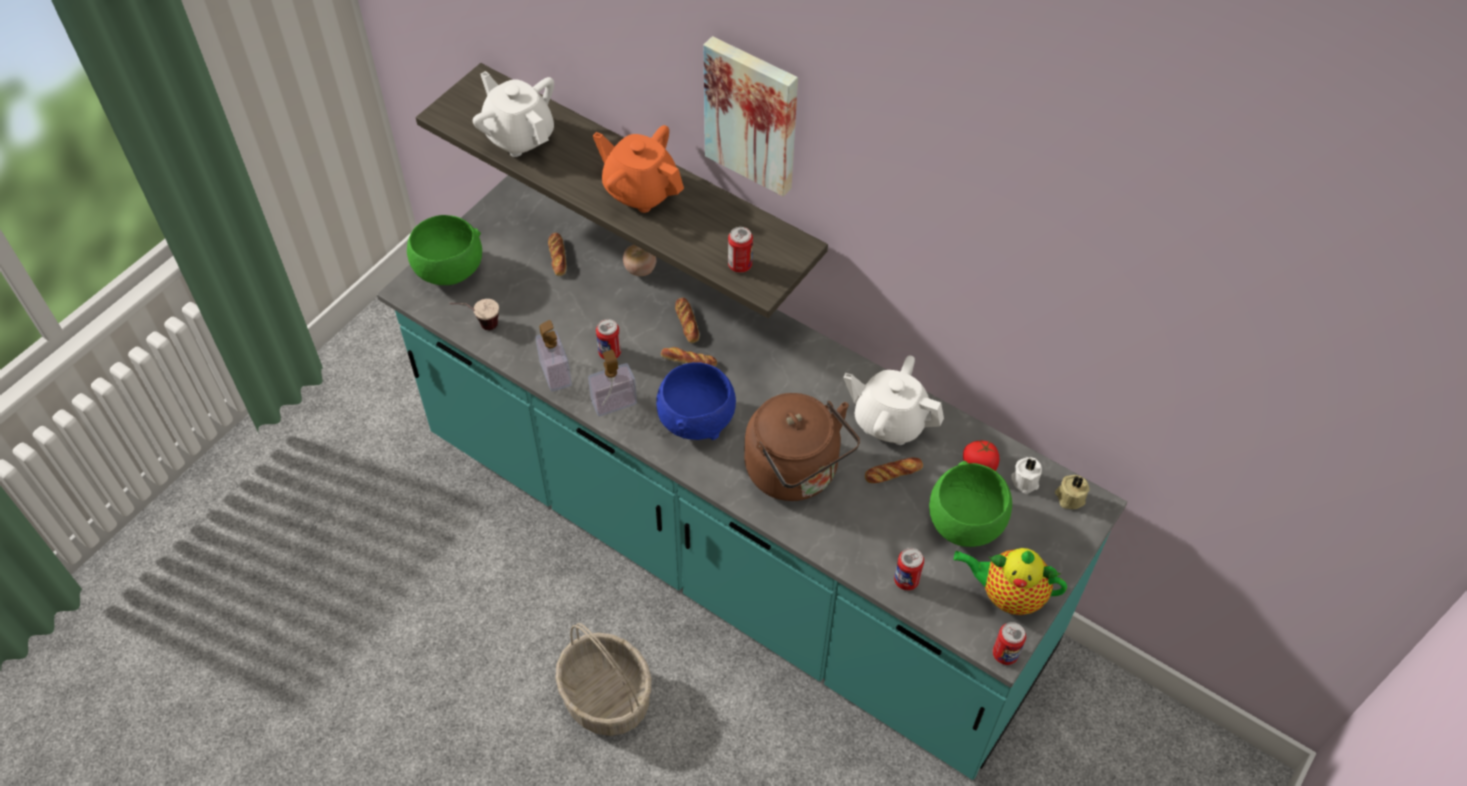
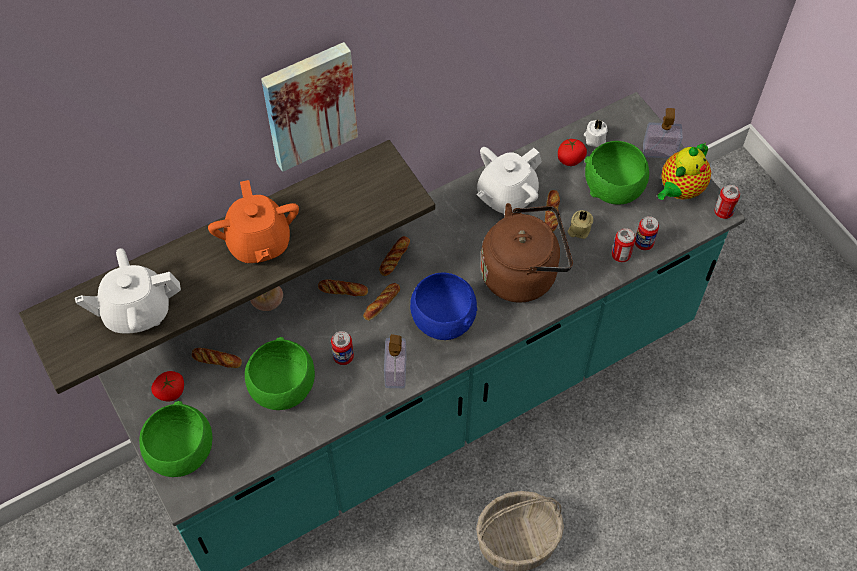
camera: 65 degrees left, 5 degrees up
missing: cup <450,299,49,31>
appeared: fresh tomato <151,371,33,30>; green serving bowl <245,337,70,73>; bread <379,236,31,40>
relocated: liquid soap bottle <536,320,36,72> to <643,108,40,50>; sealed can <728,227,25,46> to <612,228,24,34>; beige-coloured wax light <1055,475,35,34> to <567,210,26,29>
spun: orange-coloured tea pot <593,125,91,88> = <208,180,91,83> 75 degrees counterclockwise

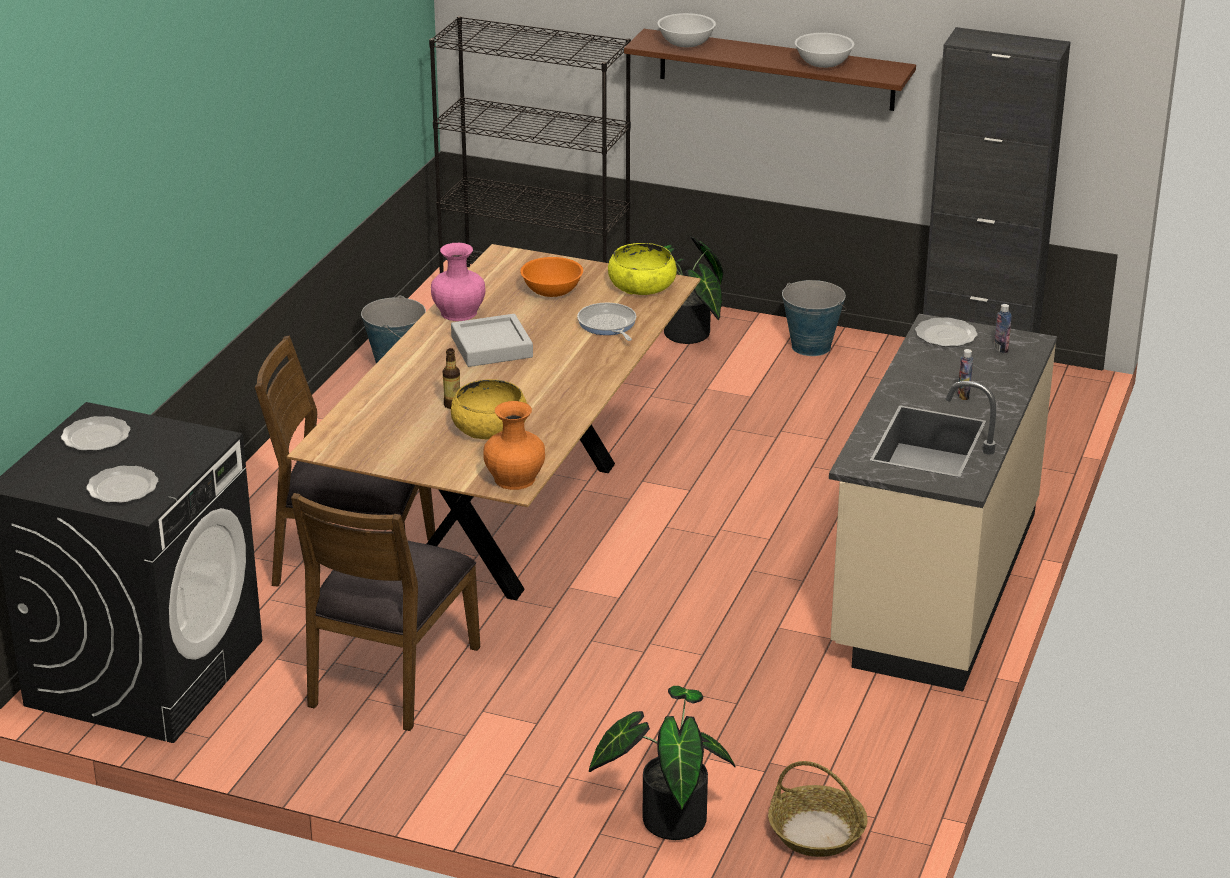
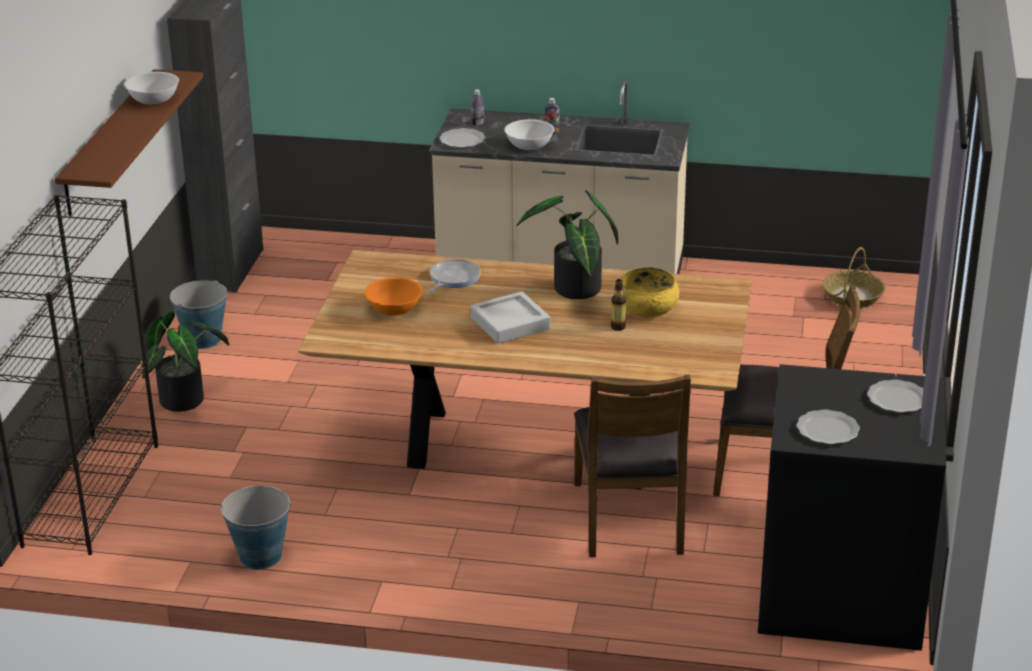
camera: 100 degrees left, 0 degrees up
missing: pink decorative vase <431,243,54,78>; orange-coloured decorative vase <483,401,62,89>; yellowish serving bowl <608,243,69,52>
relocated: plant in a pot <589,686,146,154> to <517,191,101,108>; white-coloured serving bowl <658,13,58,34> to <504,119,50,31>
spun: frying pan <577,303,59,38> = <428,259,53,34> 150 degrees clockwise

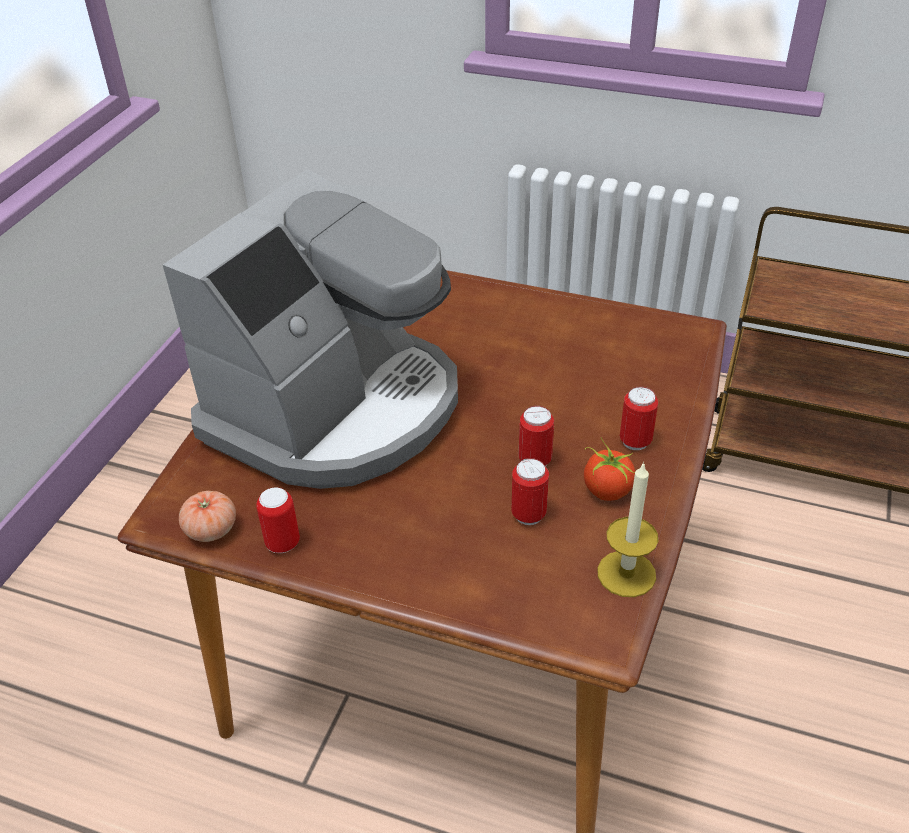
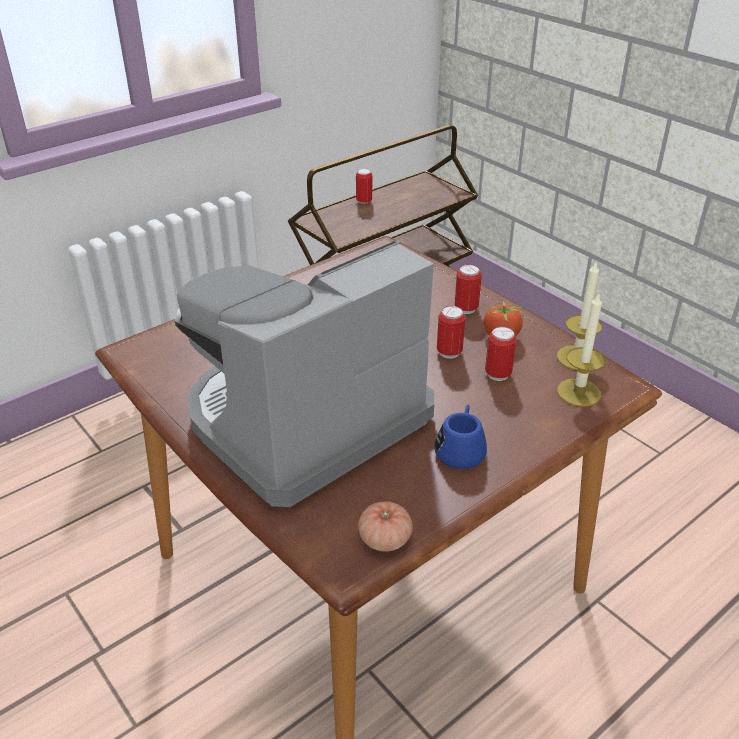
camera: 60 degrees left, 5 degrees down
appeared: bluish mug <435,405,52,64>; wax light <557,293,48,114>
relocated: sealed can <256,487,44,66> to <356,169,16,35>
spun: coffee maker <163,169,295,320> = <175,240,259,267> 105 degrees counterclockwise

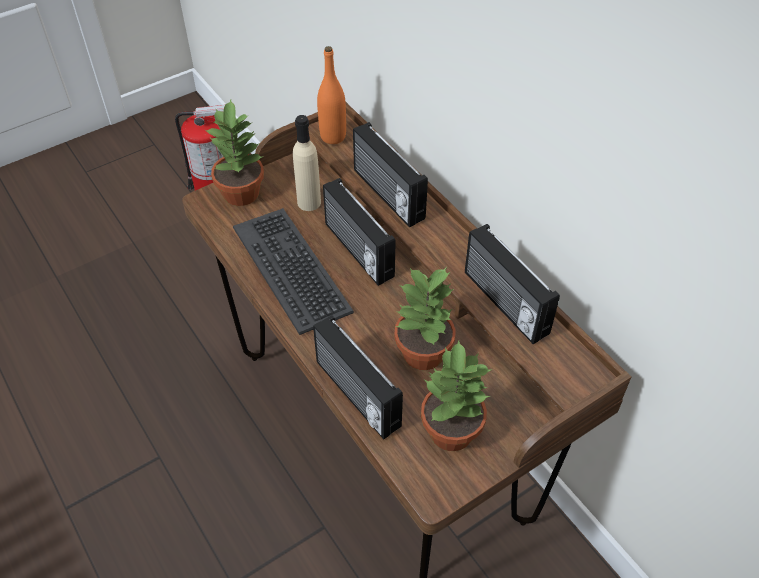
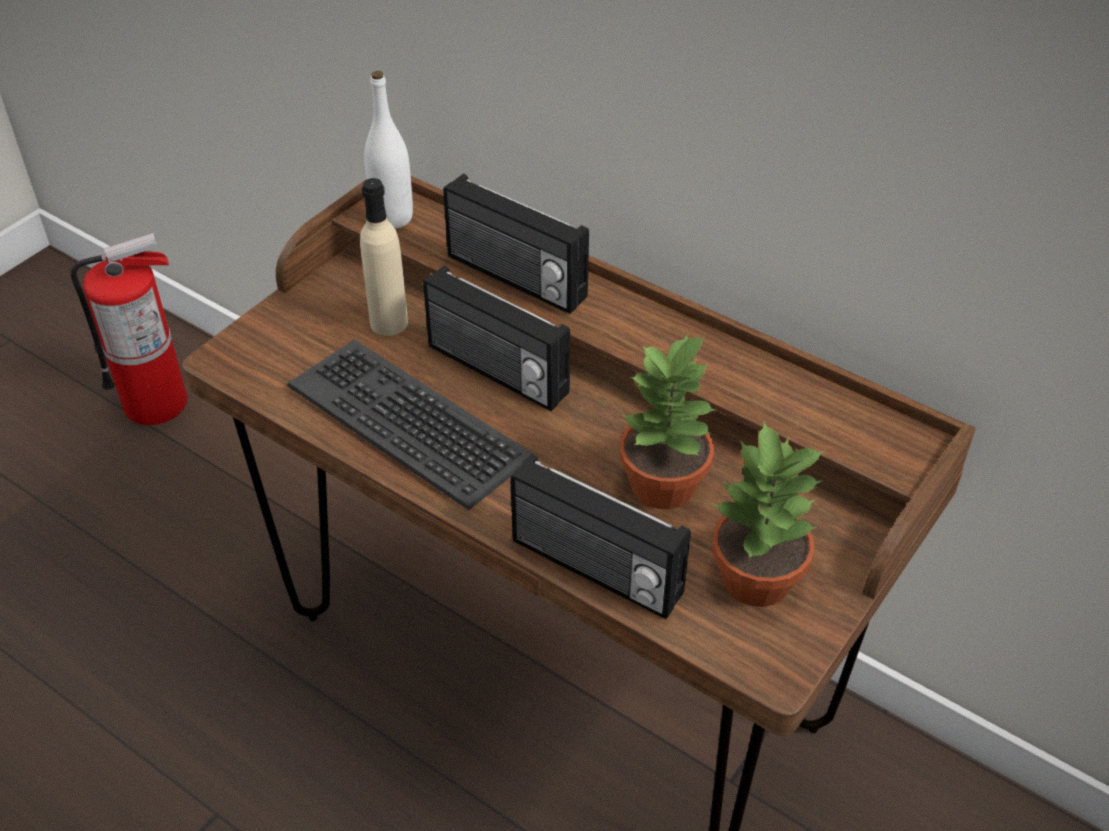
camera: 20 degrees left, 5 degrees down
missing: plant in a pot <205,99,59,107>; radio set <465,224,95,120>
colour: orange-coloured drink bottle <317,46,29,98> to white-coloured drink bottle <364,71,49,158>

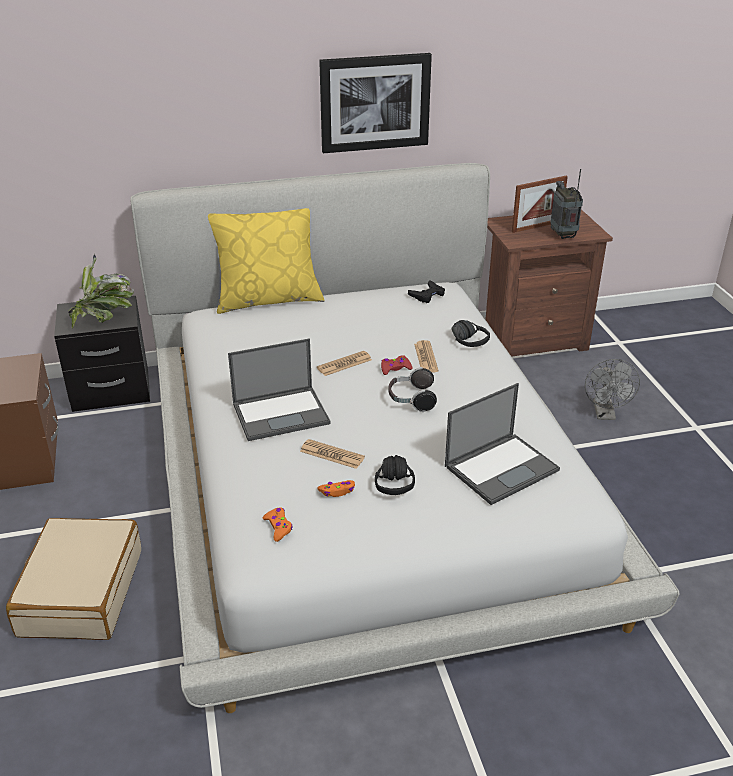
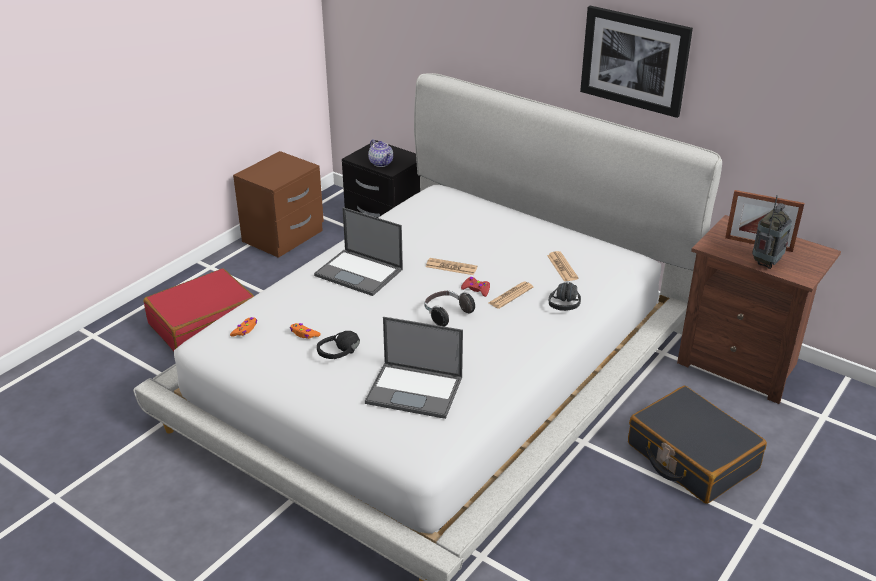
camera: 50 degrees right, 0 degrees up
missing: yellowish throw pillow <208,208,117,106>; black-coloured game controller <408,280,37,23>
relocated: daily paper <300,439,65,30> to <547,251,32,30>
exchanged: plant in a pot <68,254,66,75> to tea pot <368,139,25,28>; grey cooling fan <585,359,55,61> to black-coloured travel case <628,386,139,118>
colour: beige-coloured travel case <6,518,135,122> to reddish travel case <144,268,110,84>

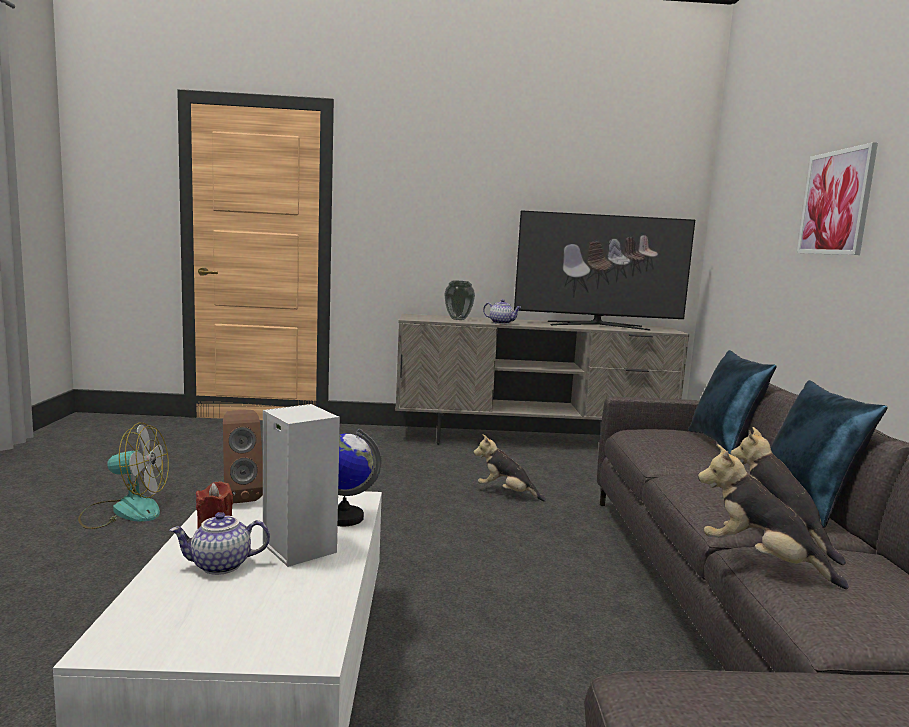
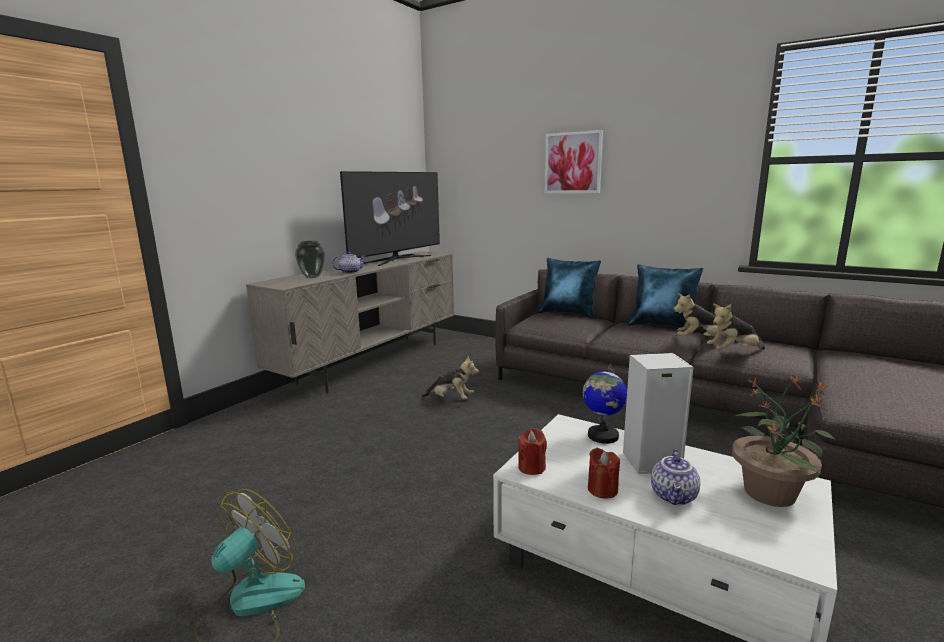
camera: 55 degrees left, 5 degrees up
appeared: plant in a pot <732,373,104,134>
exchanged: brown-coloured speaker <223,410,40,93> to reddish wax light <518,428,29,47>
spun: cuddly toy <473,434,73,67> = <421,356,58,43> 135 degrees counterclockwise

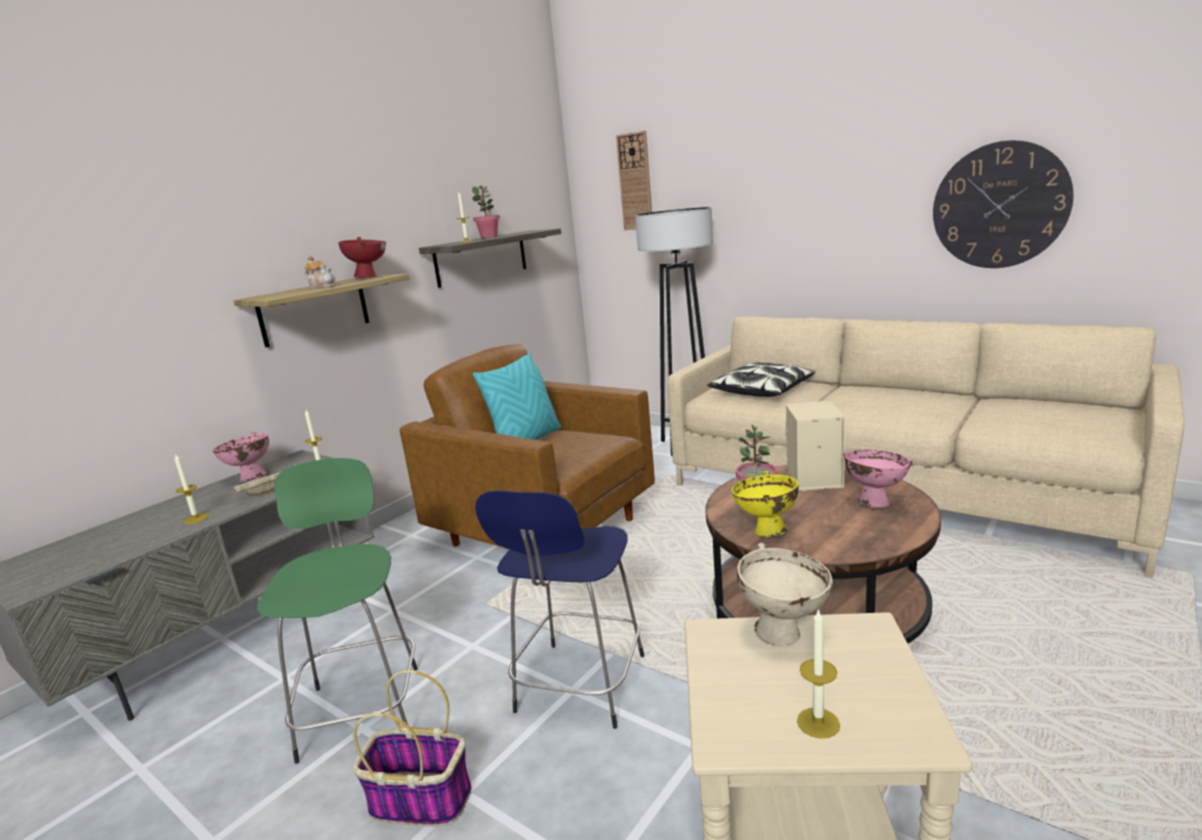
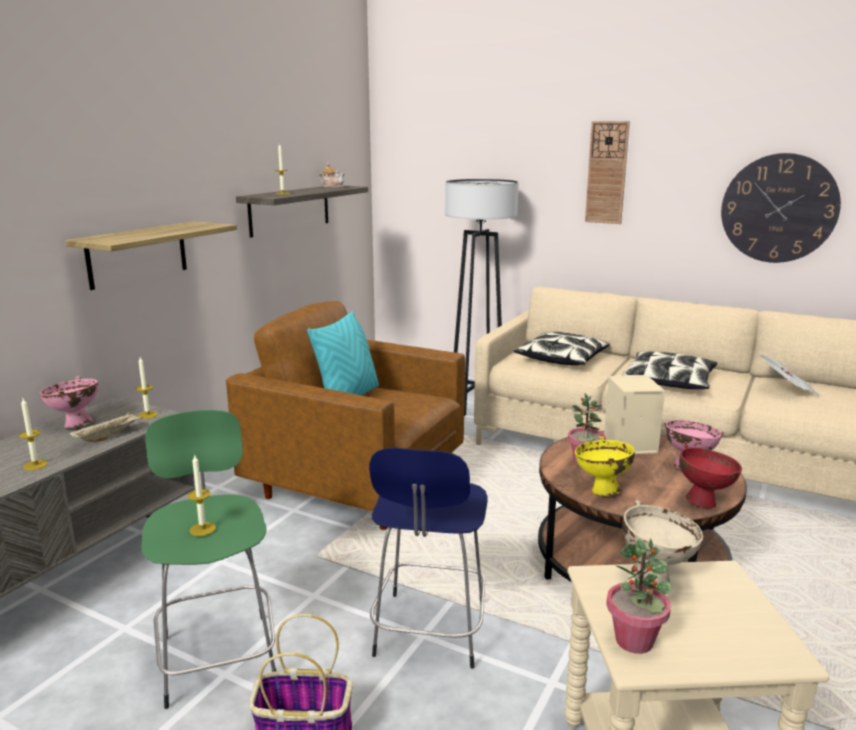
camera: 10 degrees left, 0 degrees up
appeared: throw pillow <622,351,95,38>; daily paper <758,354,63,42>
relocated: tea pot <304,255,32,34> to <319,163,26,25>; reddish serving bowl <338,237,48,41> to <679,444,63,64>; plant in a pot <472,186,28,53> to <606,538,66,116>; clock on the wall <616,131,36,99> to <585,121,45,103>; wax light <797,608,43,131> to <188,454,28,82>

